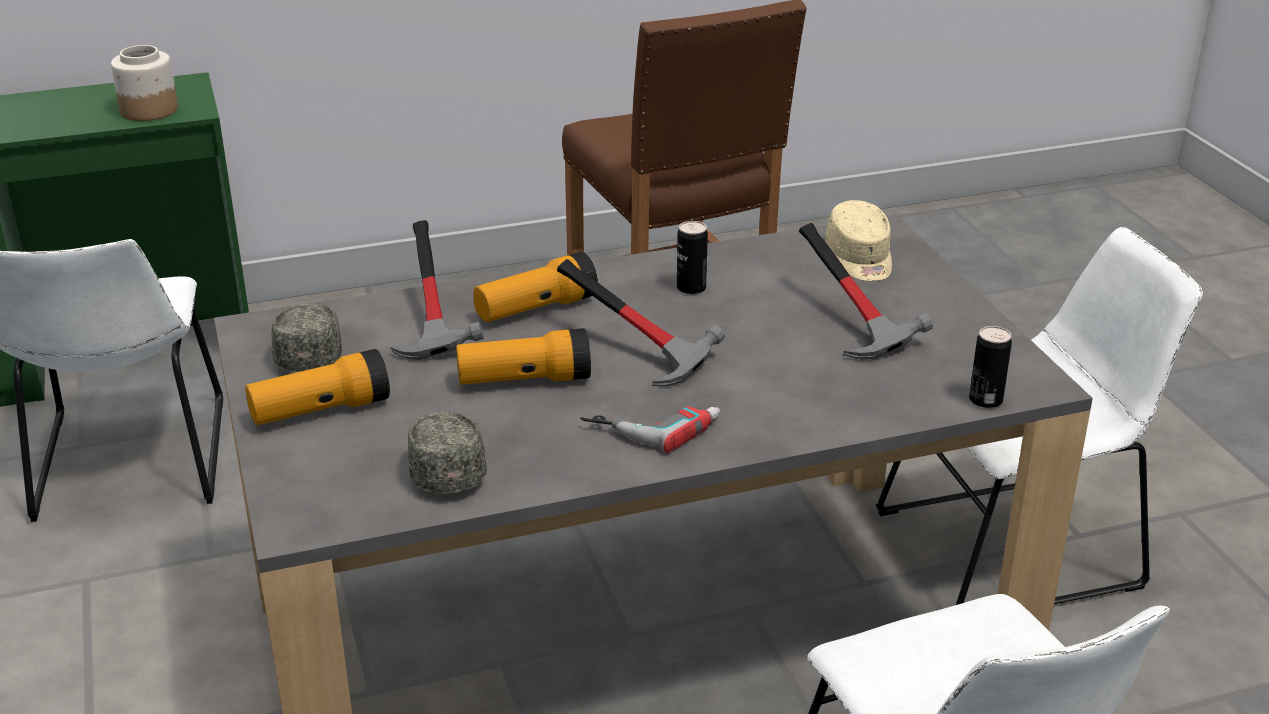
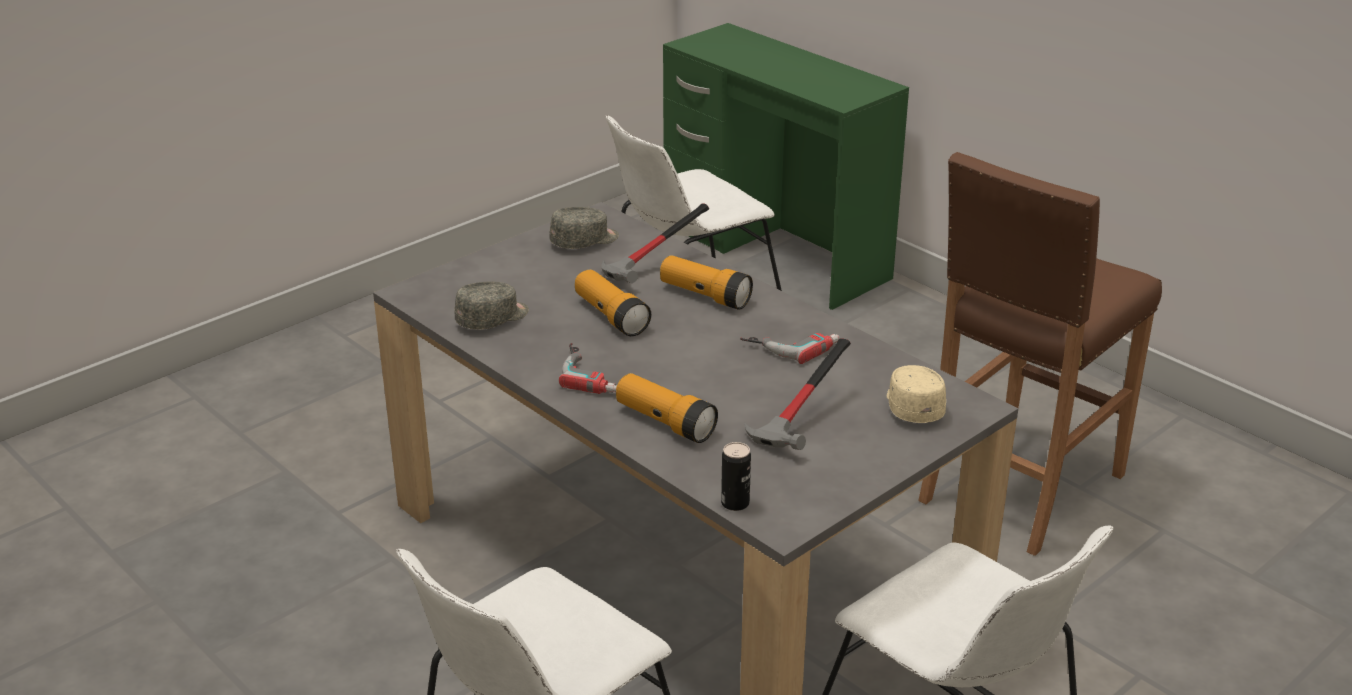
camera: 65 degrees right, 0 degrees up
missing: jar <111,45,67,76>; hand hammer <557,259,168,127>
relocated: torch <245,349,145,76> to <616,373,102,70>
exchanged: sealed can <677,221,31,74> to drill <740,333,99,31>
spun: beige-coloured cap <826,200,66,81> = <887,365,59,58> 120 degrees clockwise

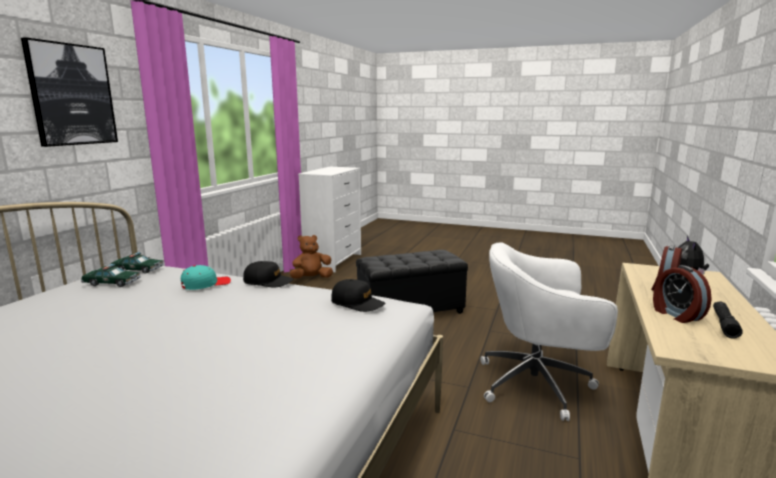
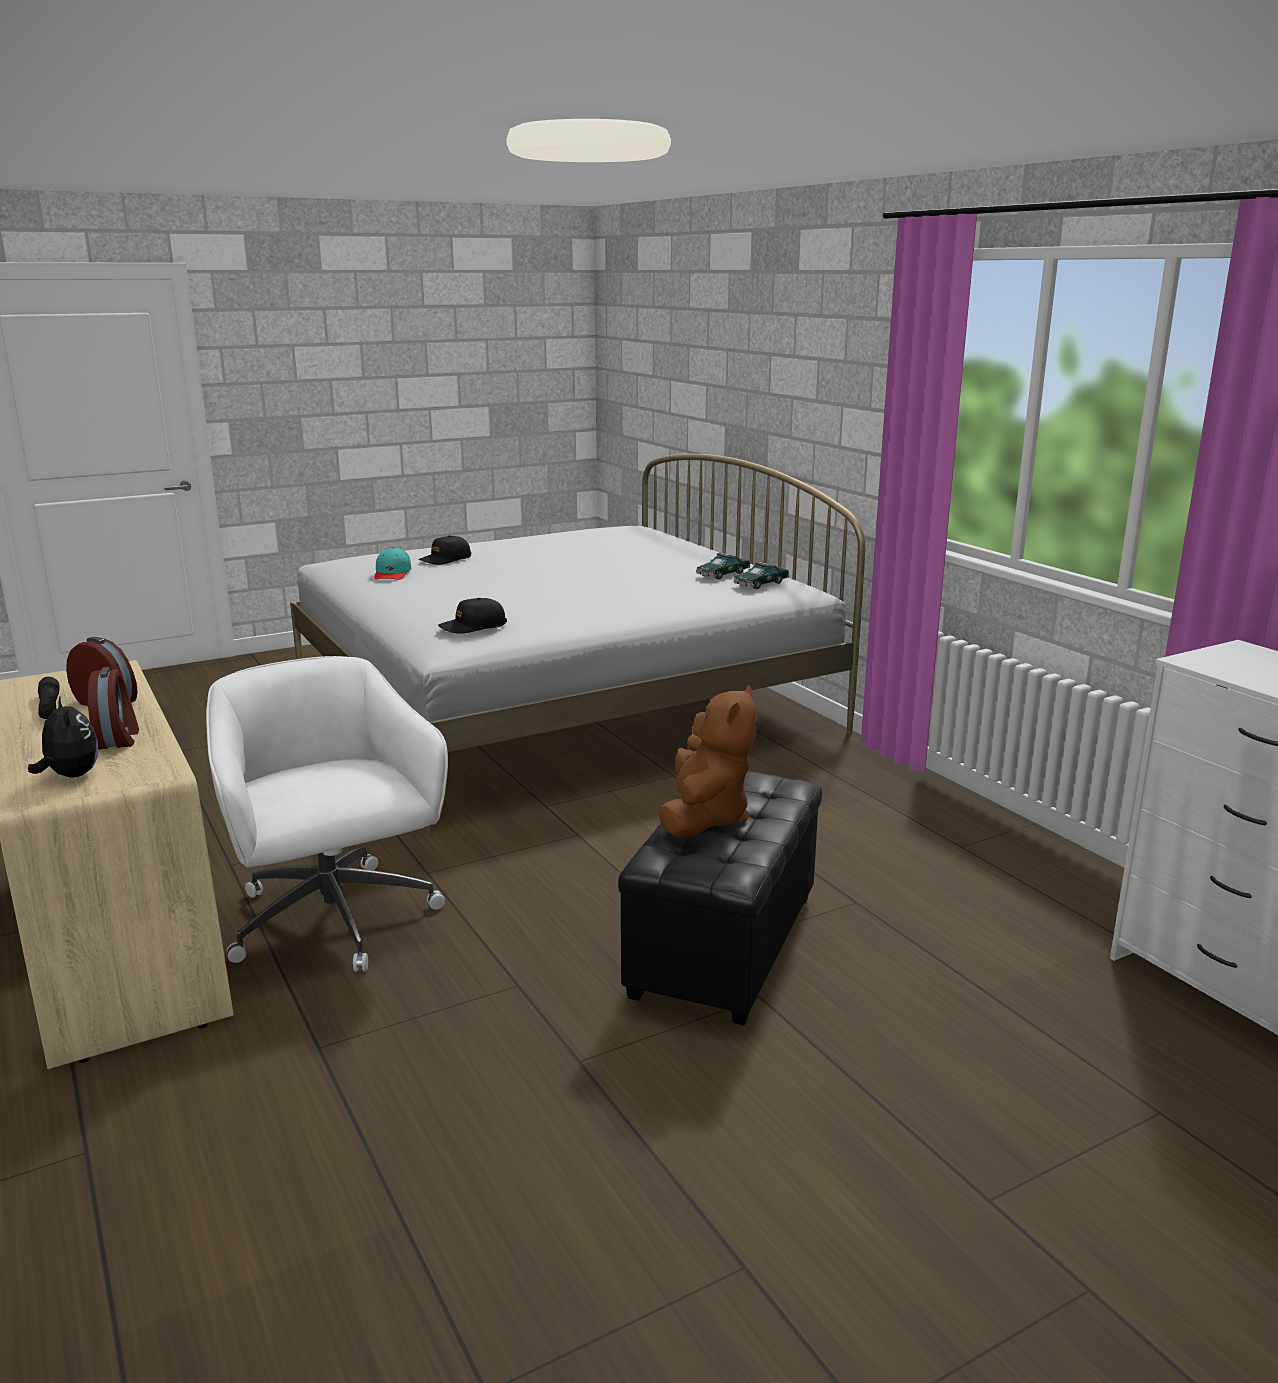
camera: 130 degrees right, 5 degrees up
missing: wall picture <21,37,97,110>
relocated: blue-green cap <181,265,50,25> to <374,547,37,33>; black-coloured cap <243,261,50,26> to <419,536,52,29>; brown-coloured cuddly toy <290,235,43,43> to <658,685,99,153>
spun: white-coloured desk chair <481,243,137,178> = <206,656,242,316> 75 degrees counterclockwise

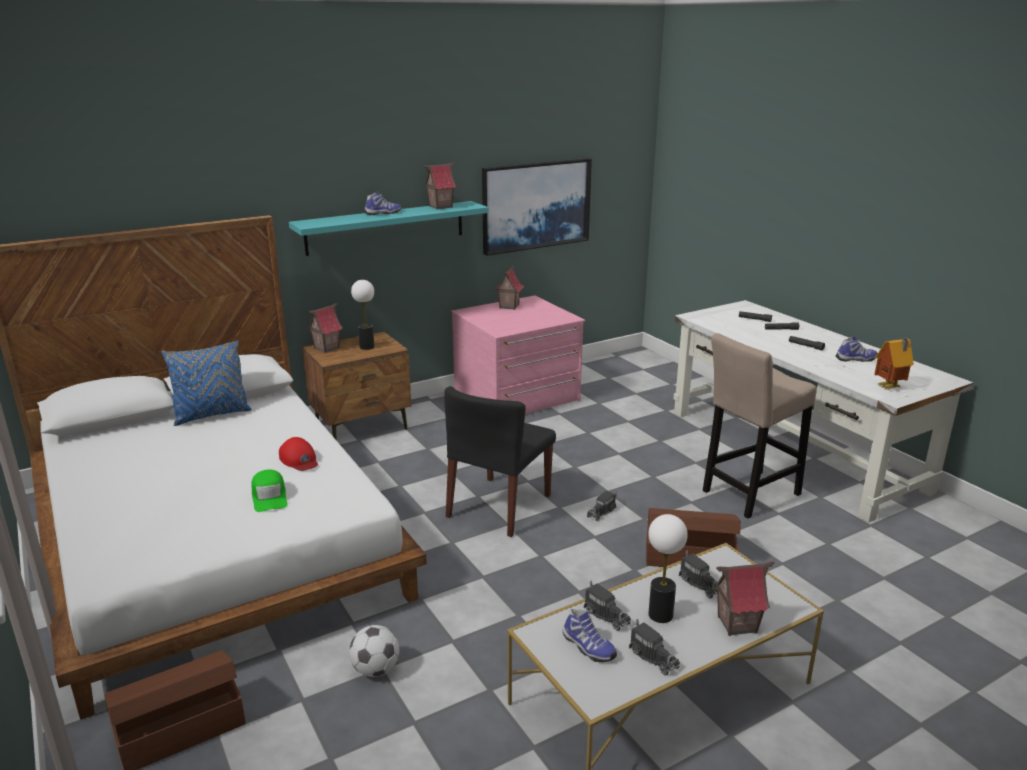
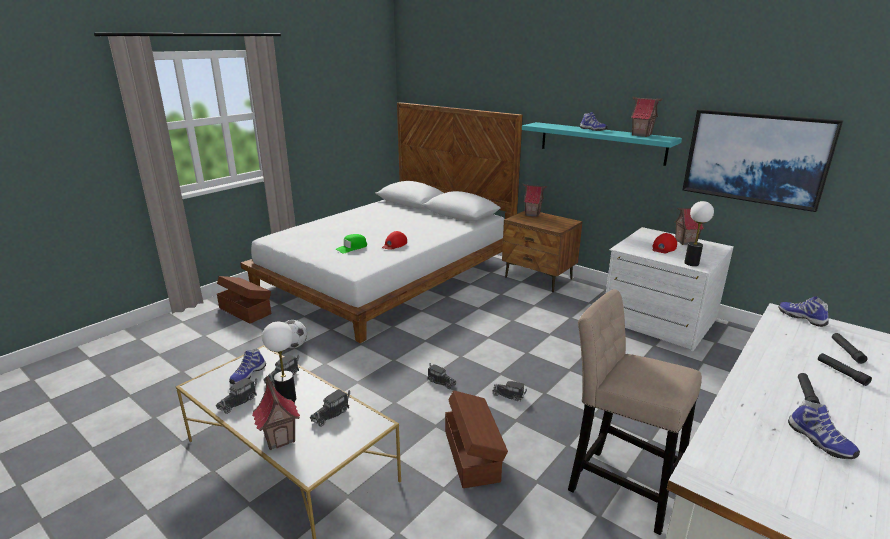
camera: 70 degrees right, 0 degrees up
missing: bluish throw pillow <161,340,91,86>; black-coloured chair <444,386,112,151>; miniature house <874,339,40,51>
appeared: toy truck <427,363,29,26>; reddish cap <653,233,24,20>; low shoe <779,296,50,31>
relocated: lamp for a table <351,280,23,70> to <684,201,30,65>
colour: pink dresser <451,295,134,119> to white-coloured dresser <606,227,128,124>

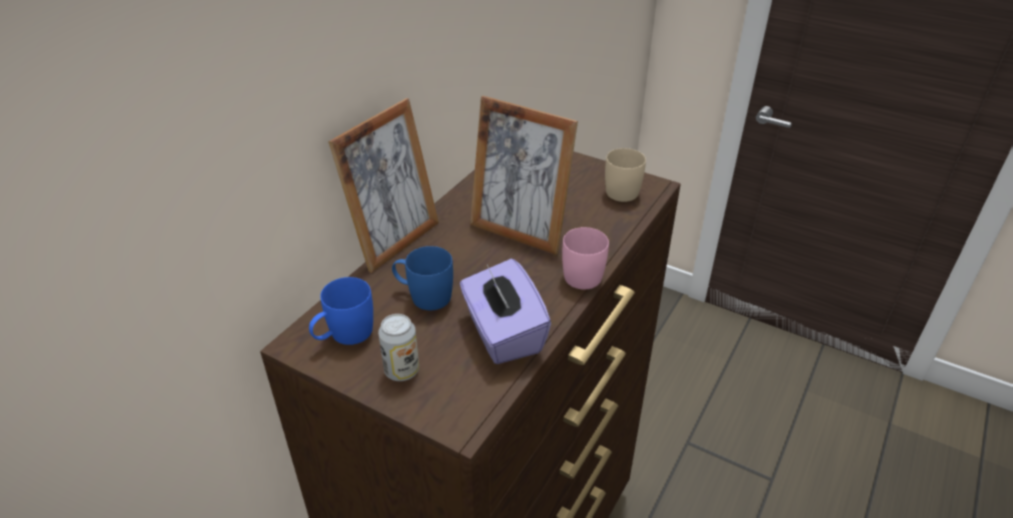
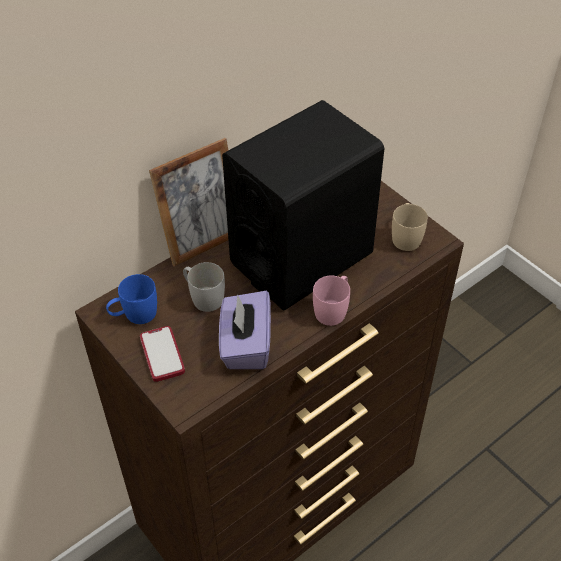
camera: 20 degrees right, 10 degrees up
exchanged: sealed can <378,314,41,67> to handset <140,326,45,56>; standing frame <470,96,108,159> to black-coloured speaker <222,100,163,210>
colour: bluish mug <392,246,61,64> to white-coloured mug <183,262,42,50>

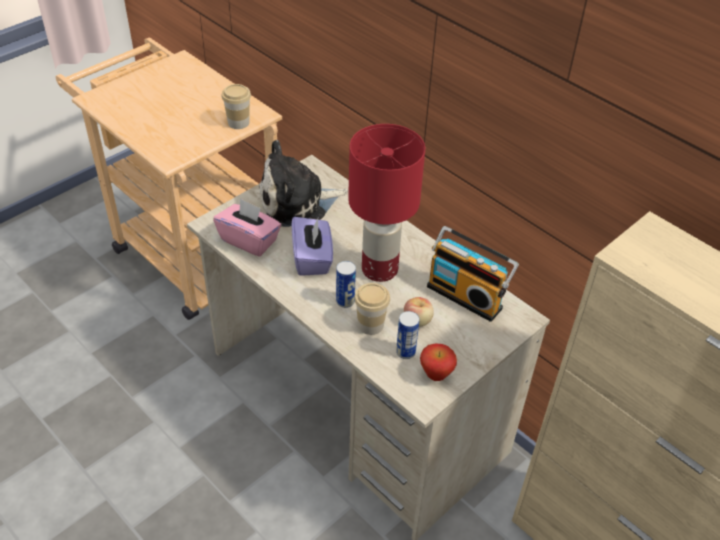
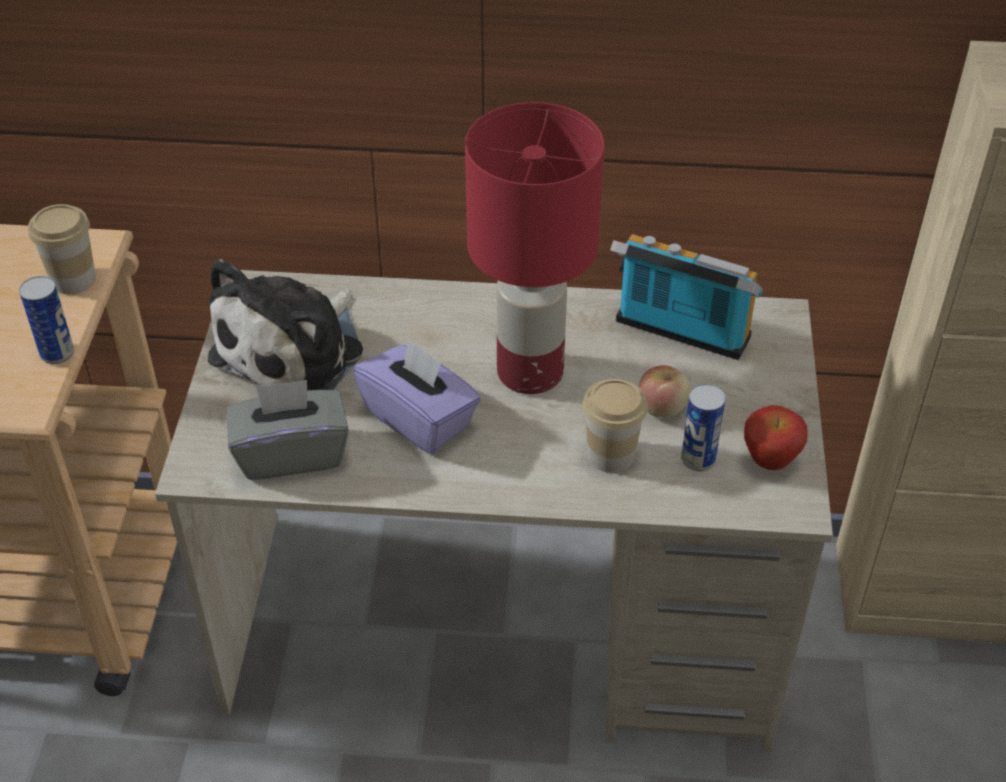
camera: 40 degrees left, 0 degrees up
relocated: sealed can <336,261,20,47> to <19,276,55,88>
colour: pink box of tissues <213,198,68,59> to grey box of tissues <227,380,122,100>
spun: radio set <427,226,92,96> = <610,234,153,126> 150 degrees counterclockwise

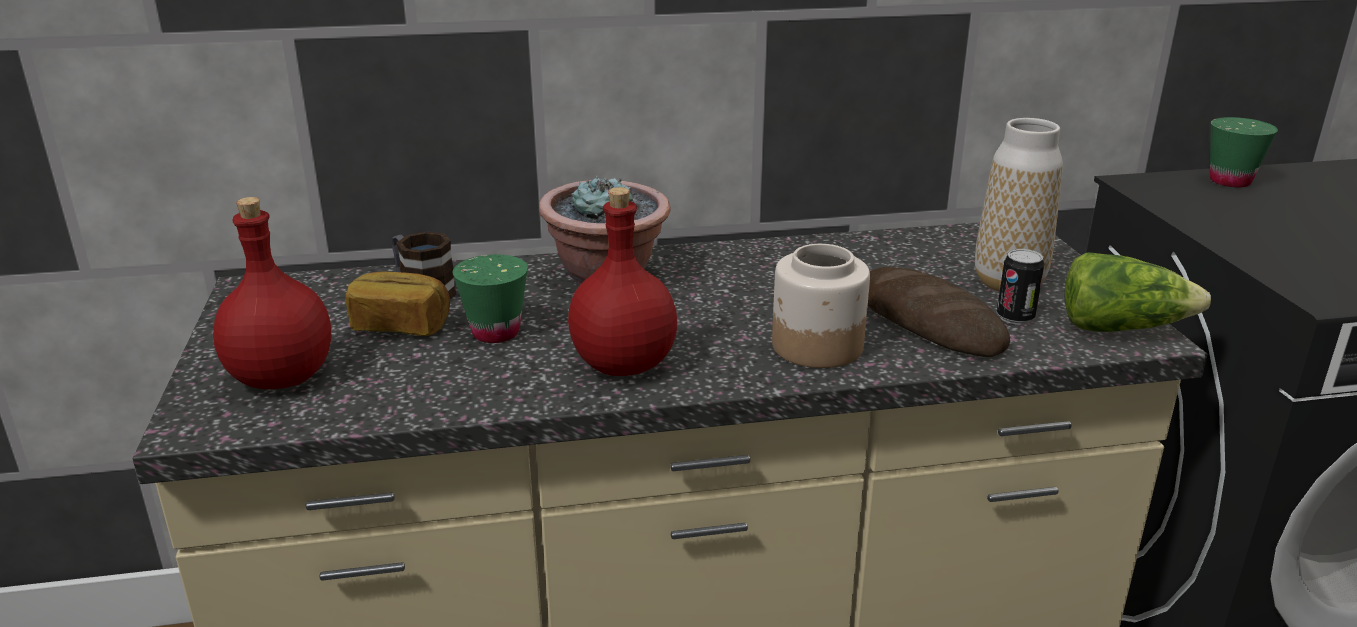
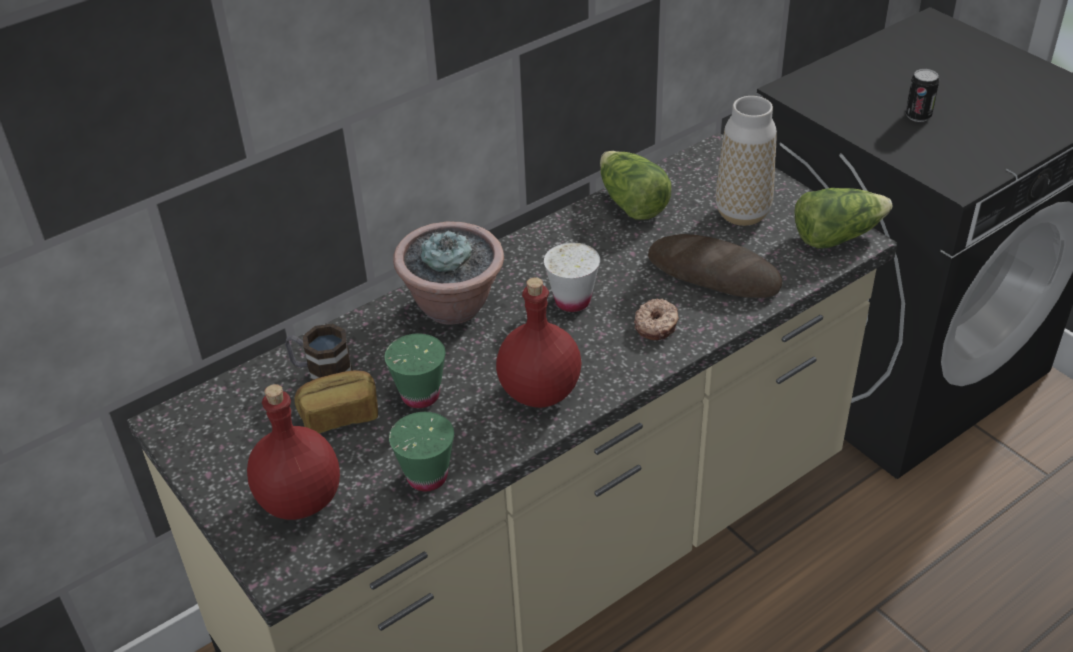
camera: 25 degrees left, 15 degrees up
appeared: white-coloured cup <544,243,56,69>; head of lettuce <600,151,71,69>
relocated: sealed can <997,249,47,76> to <905,69,34,53>; green cup <1210,117,68,70> to <389,412,65,79>
exchanged: jar <772,244,98,124> to donut <634,299,45,41>

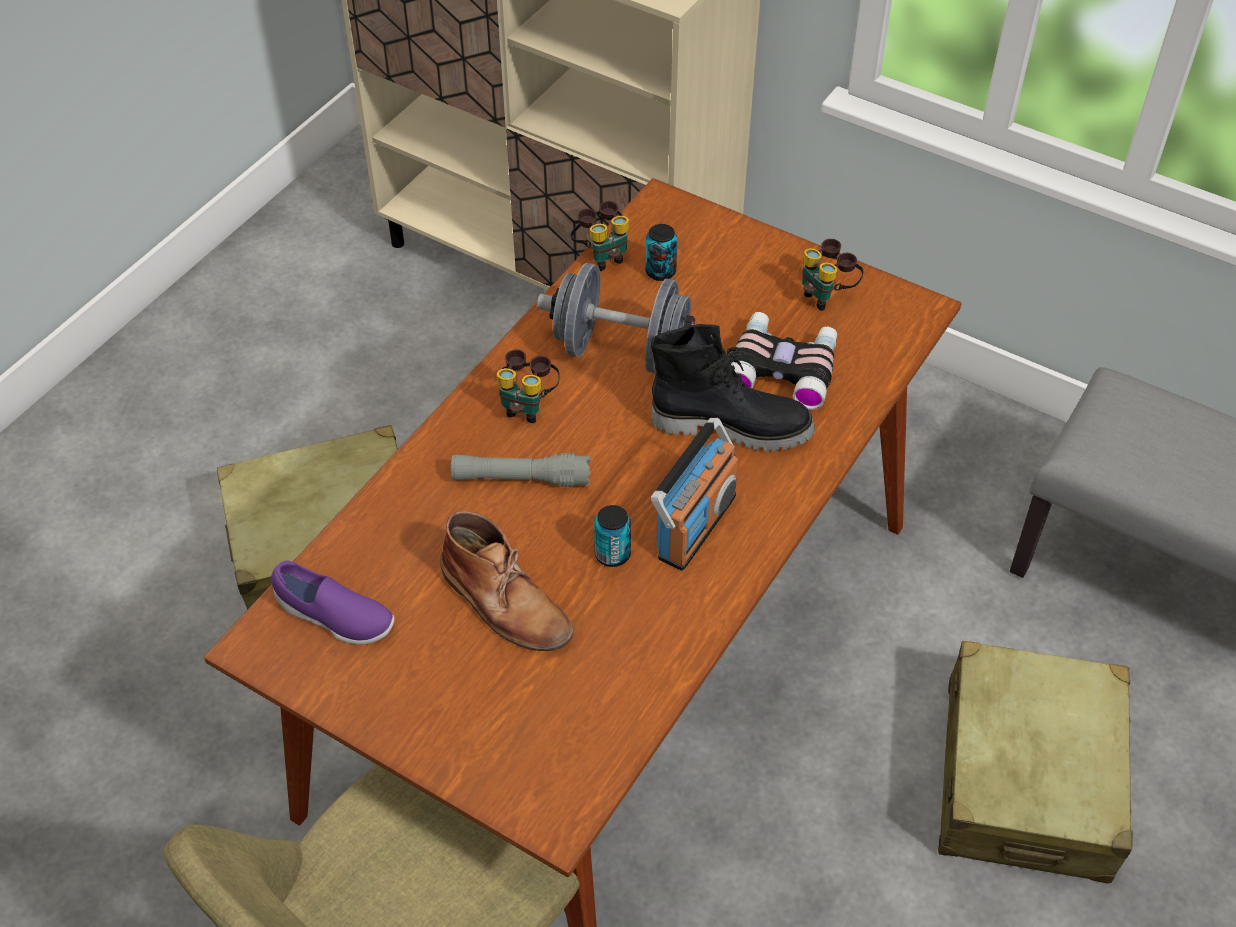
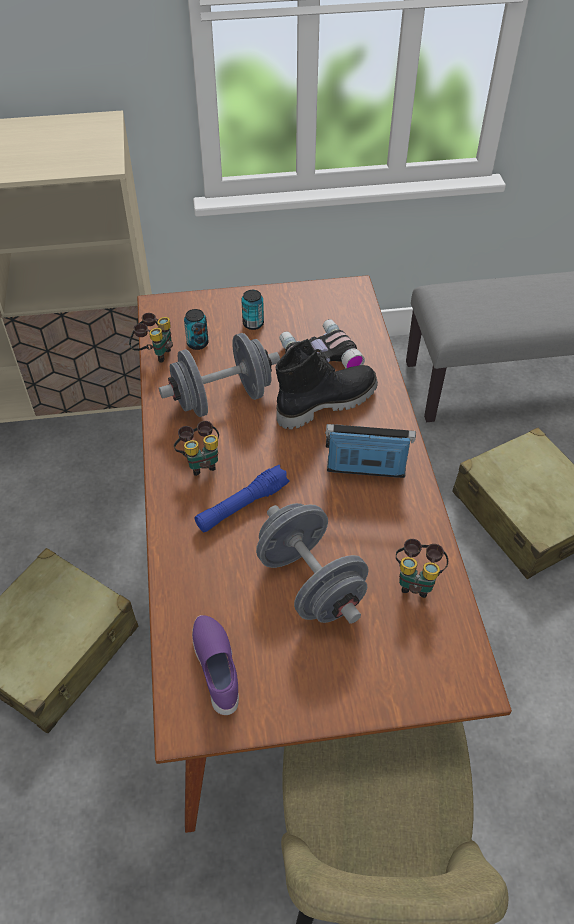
camera: 40 degrees left, 0 degrees up
relocated: sealed can <594,505,37,62> to <241,290,23,40>; field glasses <802,239,61,72> to <396,539,52,59>
exchanged: brown-coloured tall boot <440,511,134,140> to grey dumbbell <256,503,113,121>
colour: grey torch <450,453,141,34> to bluish torch <195,465,95,67>
spun: purple low shoe <271,561,124,84> = <192,615,47,100> 90 degrees counterclockwise; radio set <651,418,87,153> = <325,424,91,54> 75 degrees counterclockwise

